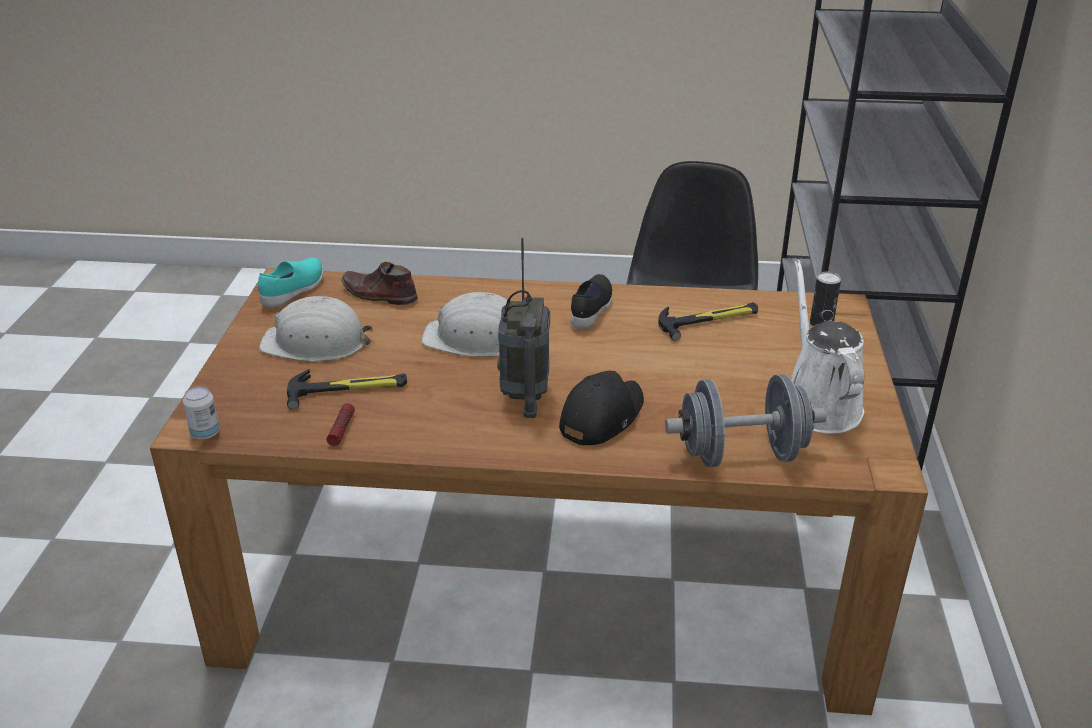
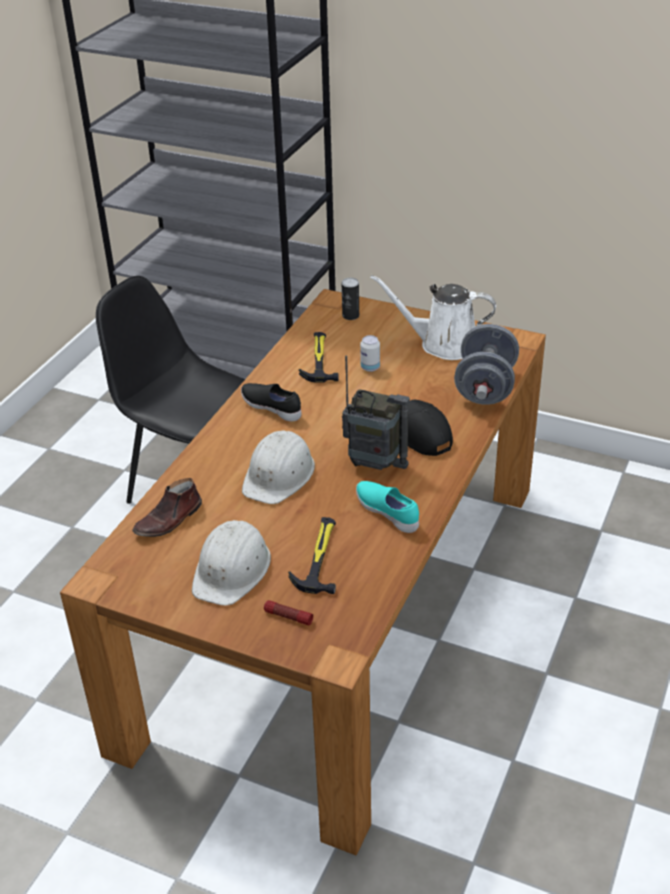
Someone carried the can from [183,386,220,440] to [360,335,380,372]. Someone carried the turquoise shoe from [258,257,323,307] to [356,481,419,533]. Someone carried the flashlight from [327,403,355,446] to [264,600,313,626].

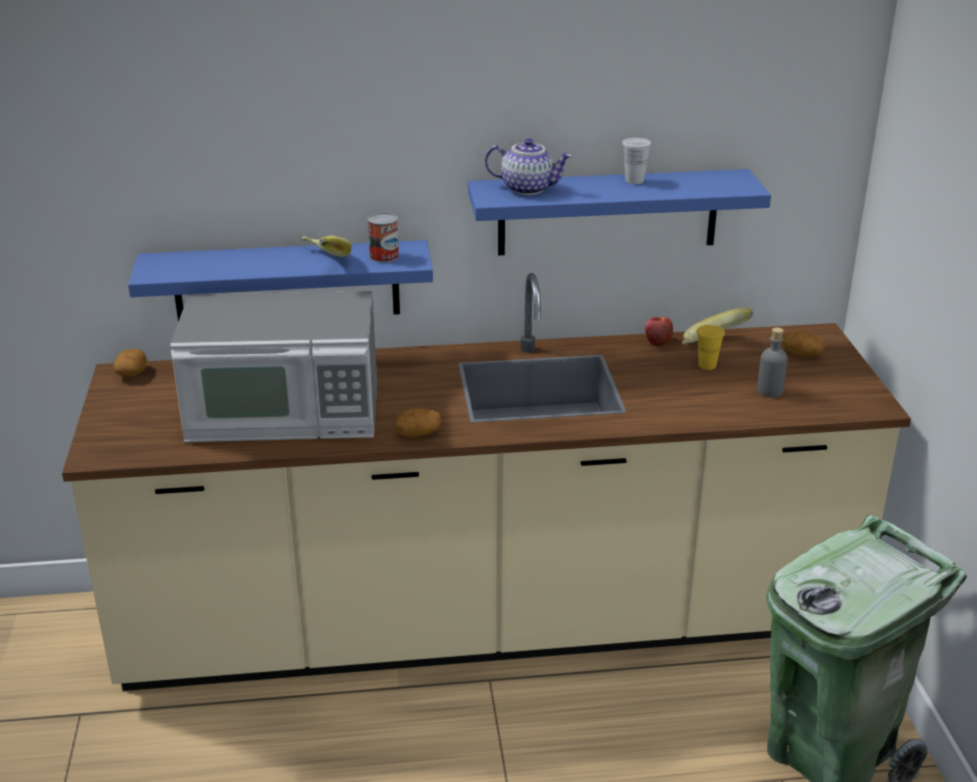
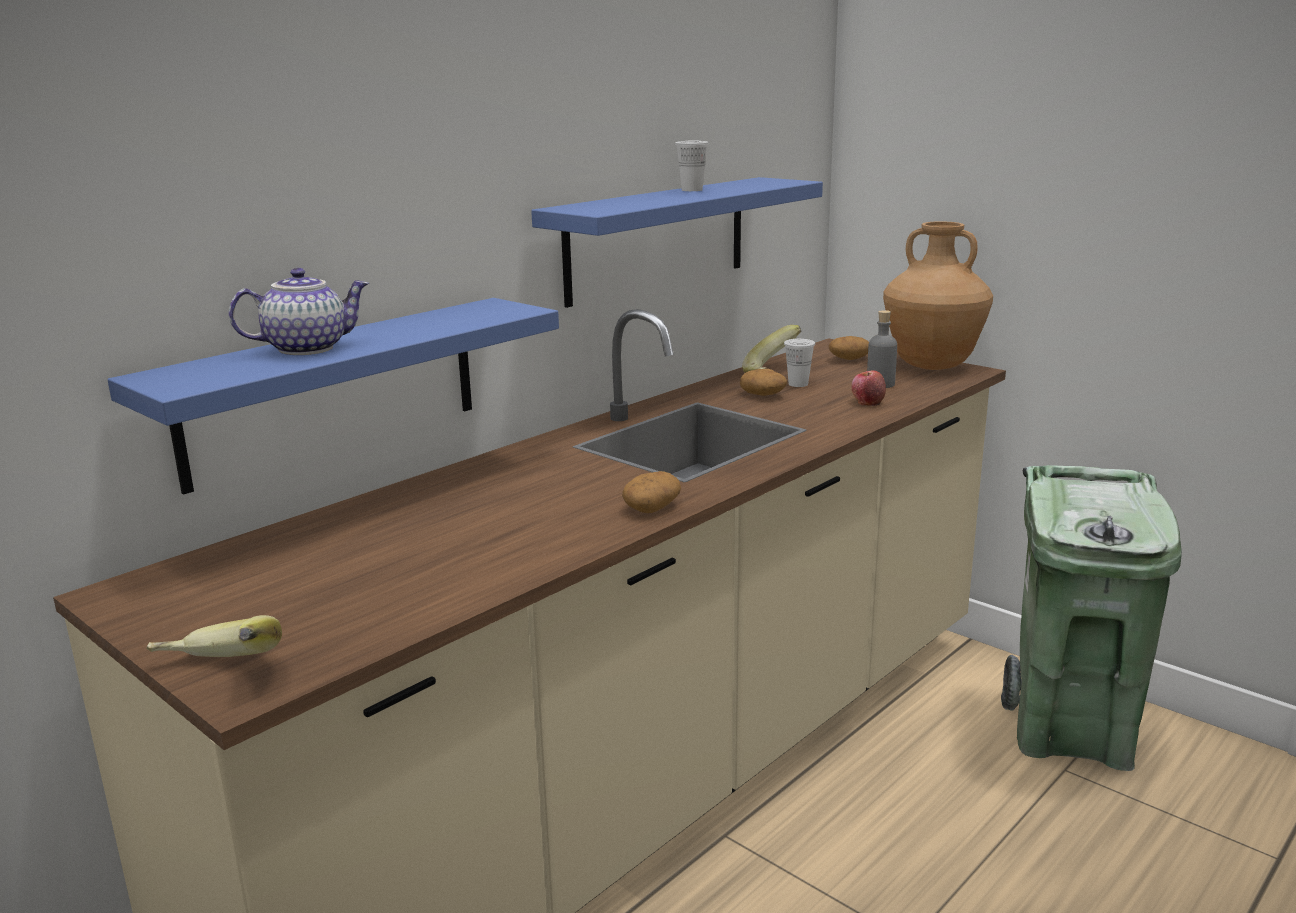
Someone carried the potato from [114,349,147,377] to [740,369,787,396]. Someone took away the microwave at [170,291,377,442]. Someone carried the banana from [302,236,352,257] to [146,615,282,657]. Someone took away the can at [367,212,399,263]. Someone carried the teapot from [485,138,572,195] to [229,268,369,355]. Someone carried the apple from [645,317,673,347] to [851,370,886,406]. Someone repainted the yellow cup at [696,325,725,370], which became the white cup at [784,339,815,387]. Someone put down the brown vase at [883,221,993,370].

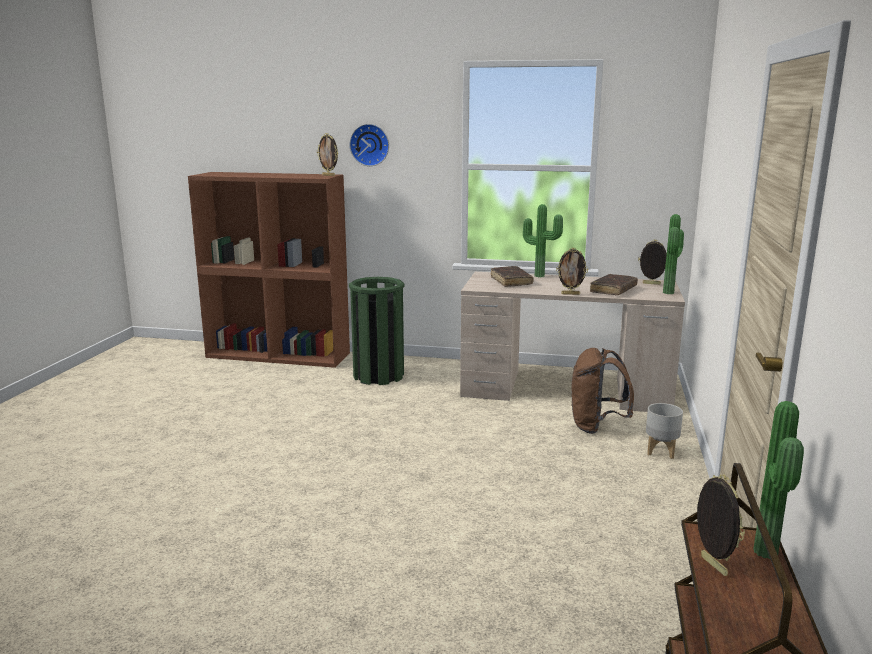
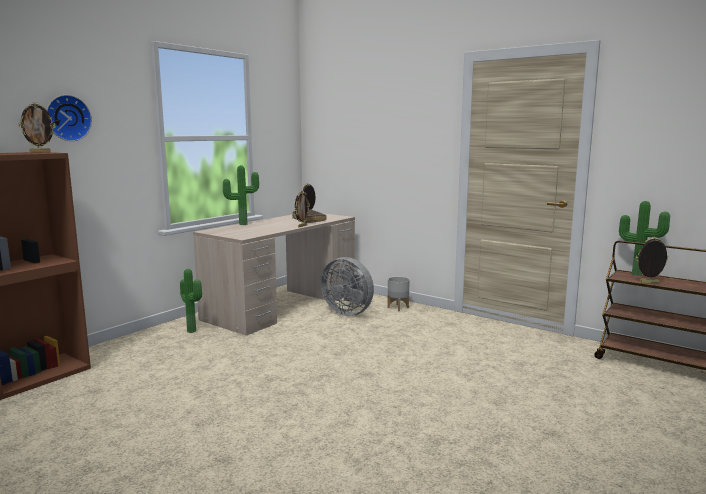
Someone took away the green trash can at [349,277,405,385]. Someone took away the brown book at [491,266,534,287]. Someone swapped the brown backpack at [571,348,634,434] for the grey fan at [321,257,374,316]. Someone carried the potted plant from [663,214,684,294] to [180,269,202,333].

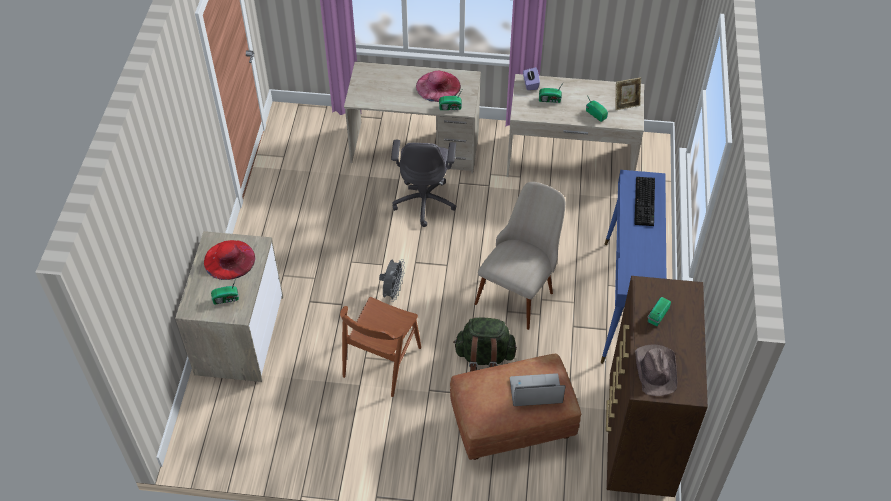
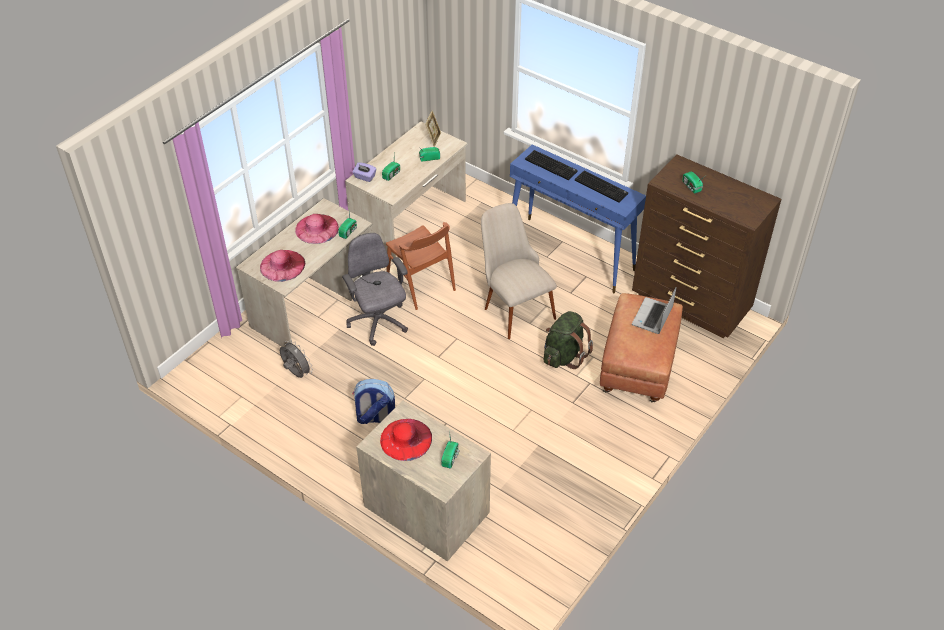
Someone carried the brown chair from [340,297,421,397] to [386,222,456,310]. Someone carried the grey fan from [379,259,405,302] to [280,340,313,378]. Someone rotated the grey office chair at [391,140,456,227] by 150 degrees counterclockwise. Someone took away the brown hat at [635,345,677,396]. Someone put down the pink hat at [260,250,305,282]. Someone put down the backpack at [352,379,395,424]. Someone put down the keyboard at [575,171,628,203].

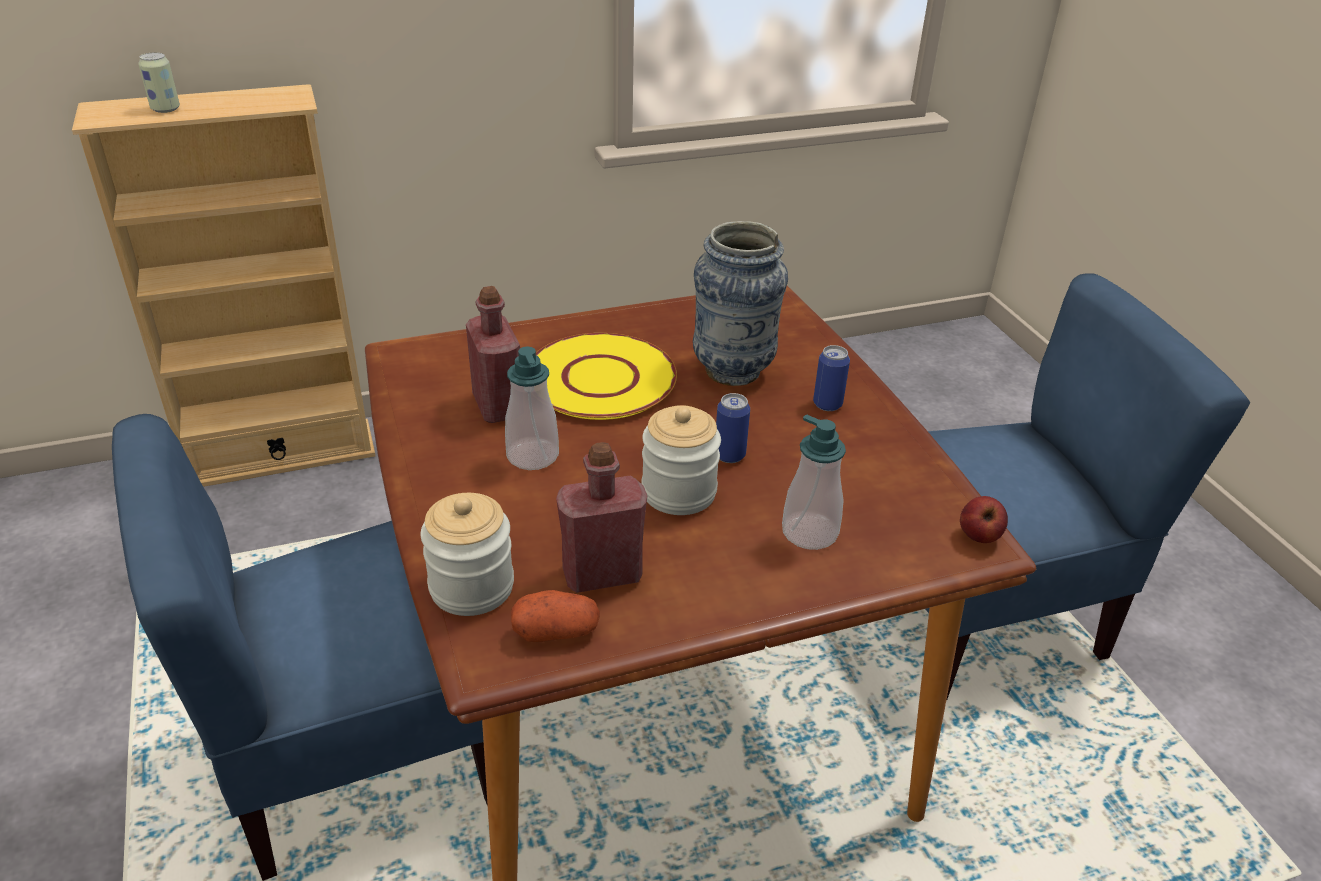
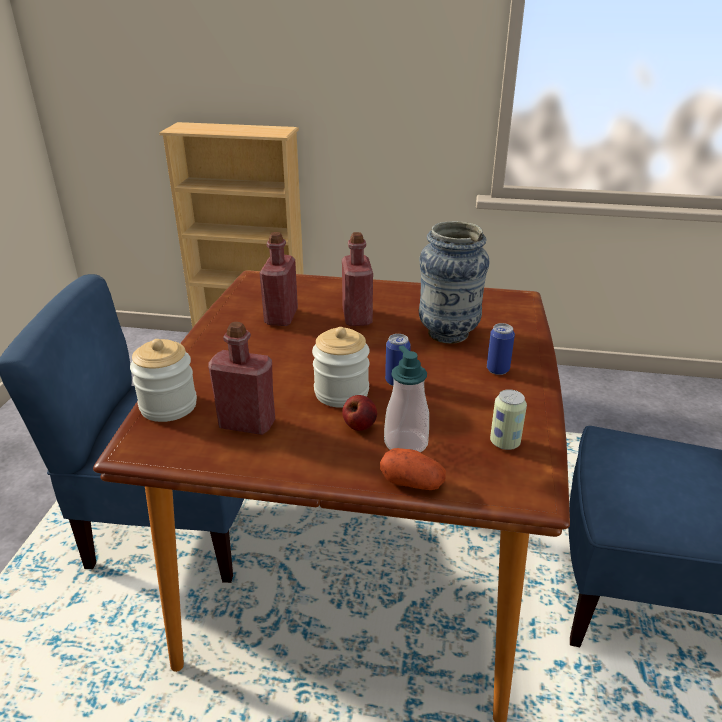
Someone carried the can from [138,52,180,113] to [490,389,527,450]. Someone took away the soap dispenser at [505,347,559,470]. Someone carried the potato from [511,590,600,642] to [380,448,446,490]. Someone swapped the yellow plate at [536,333,677,420] for the red bottle at [342,232,373,326]. Someone carried the apple from [960,496,1008,543] to [342,395,377,431].

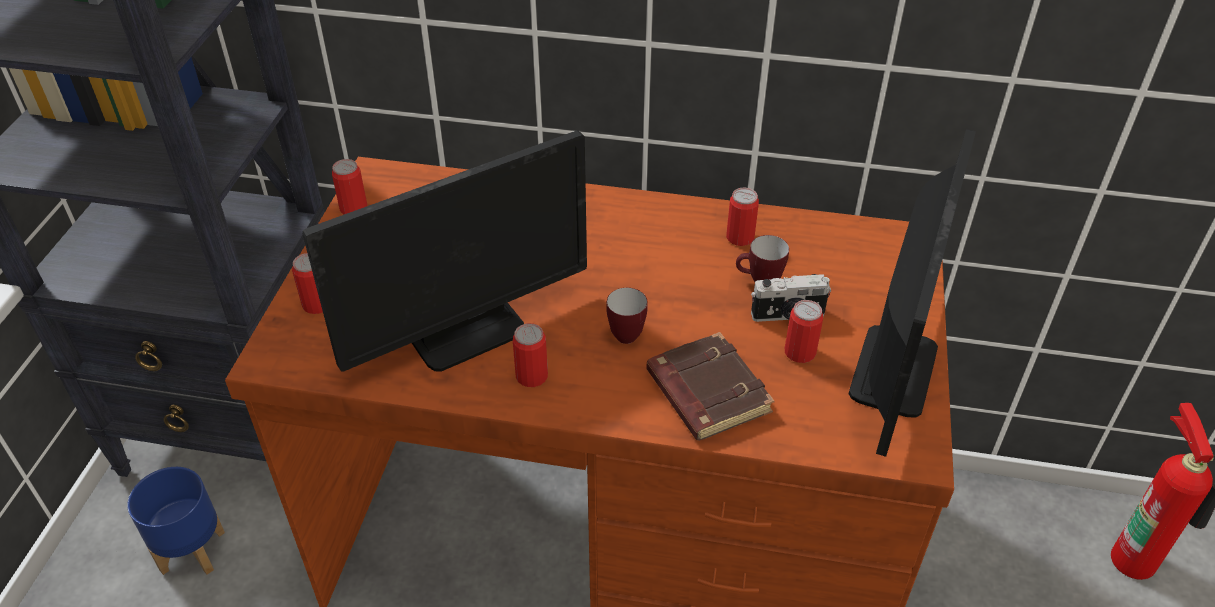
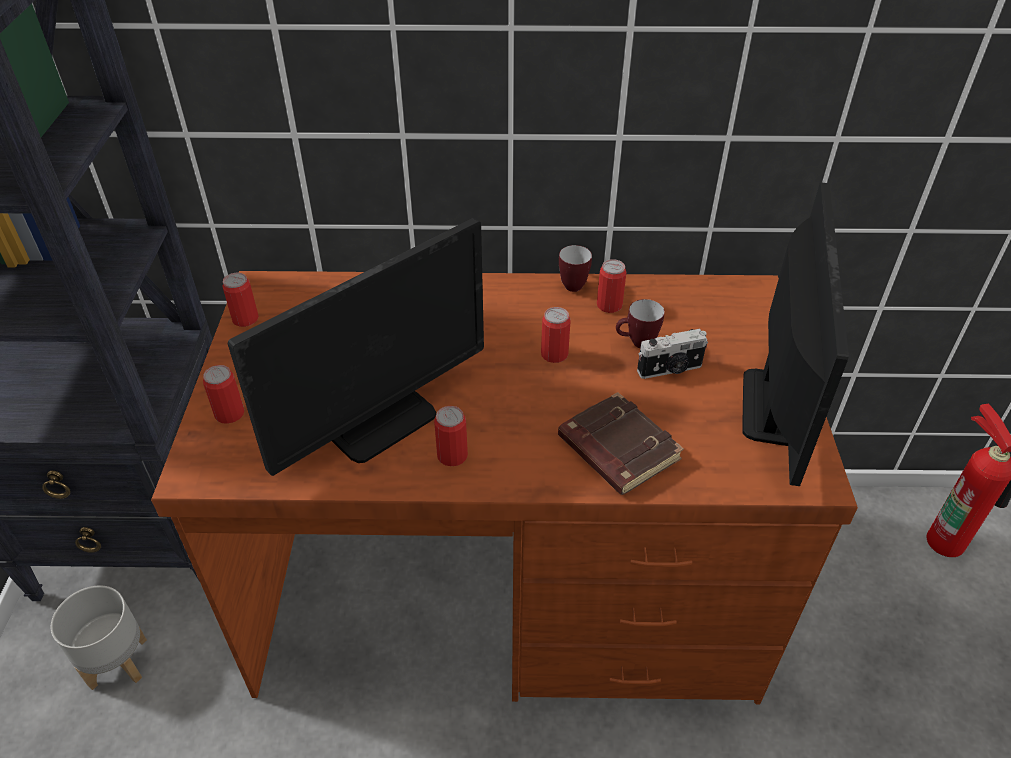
Someone repainted the blue planter at [127,467,225,575], which became the grey planter at [50,585,147,690]. Someone carried the mug from [606,288,648,344] to [559,245,592,292]. Someone carried the can from [785,300,823,363] to [541,307,570,363].

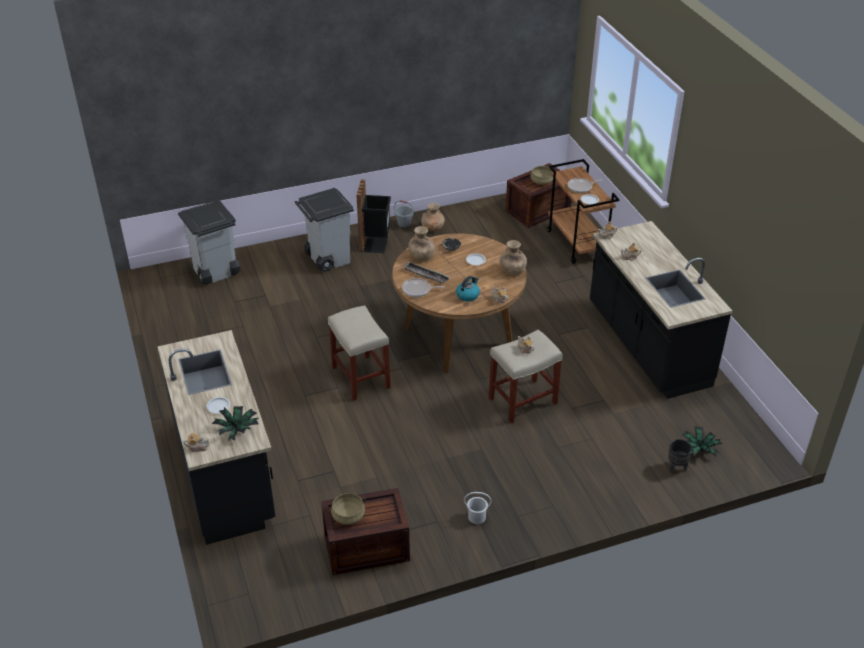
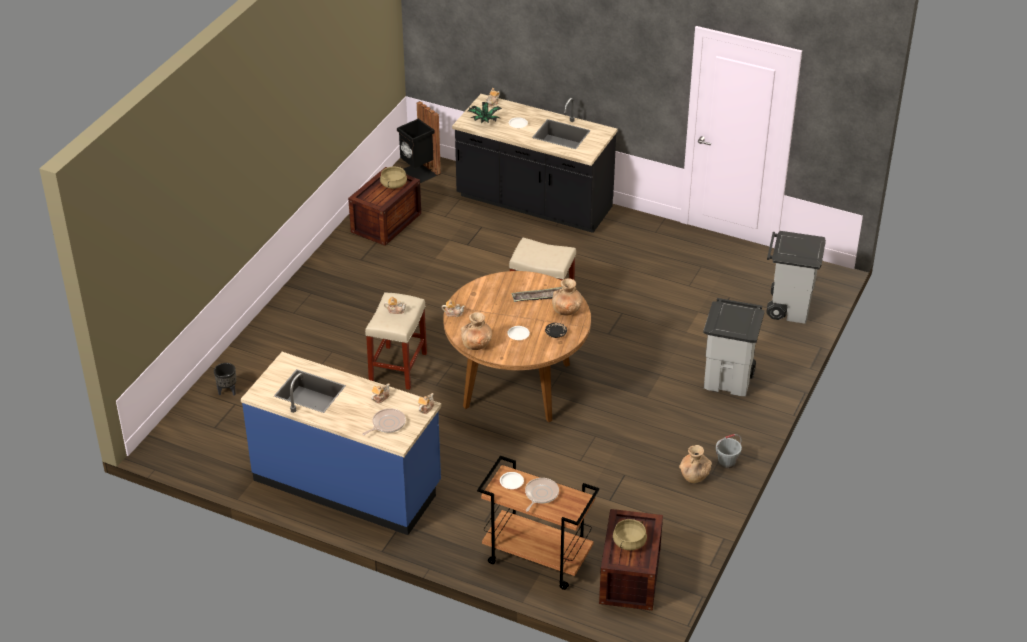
Someone carried the black trash can from [356,179,391,253] to [397,101,441,183]. Someone carried the frying pan from [402,278,445,297] to [362,408,406,435]. Someone took away the kettle at [456,276,480,301]. Someone took away the white bucket at [464,492,491,524]. Someone repainted the black counter at [590,221,732,399], which became the blue counter at [241,352,442,535]. Someone took away the potted plant at [682,426,722,456].

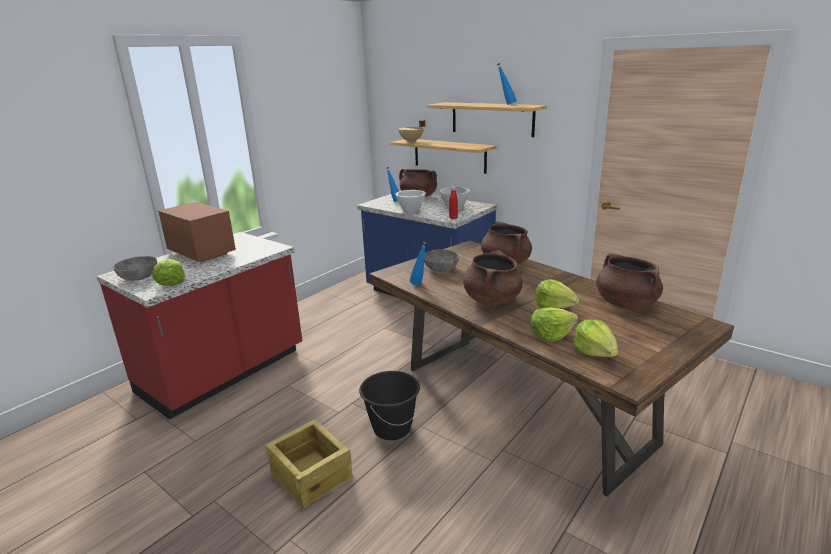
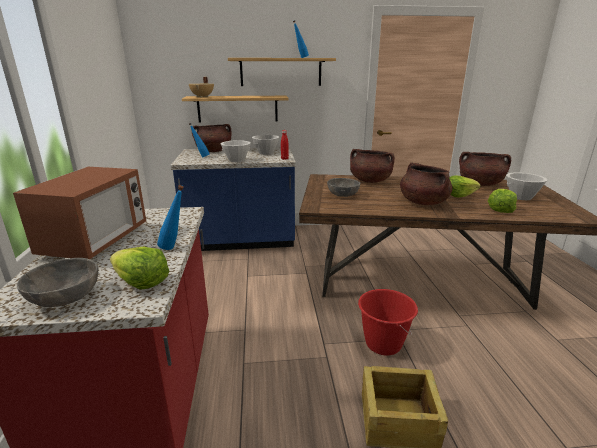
Someone rotated the microwave at [158,202,236,262] by 105 degrees clockwise. Someone repainted the black bucket at [359,371,420,440], which became the red bucket at [358,289,418,356]. Someone carried the blue bottle from [410,242,426,285] to [157,185,183,250]. Someone took away the lettuce at [573,319,618,357]. Someone put down the white bowl at [506,172,547,200].

